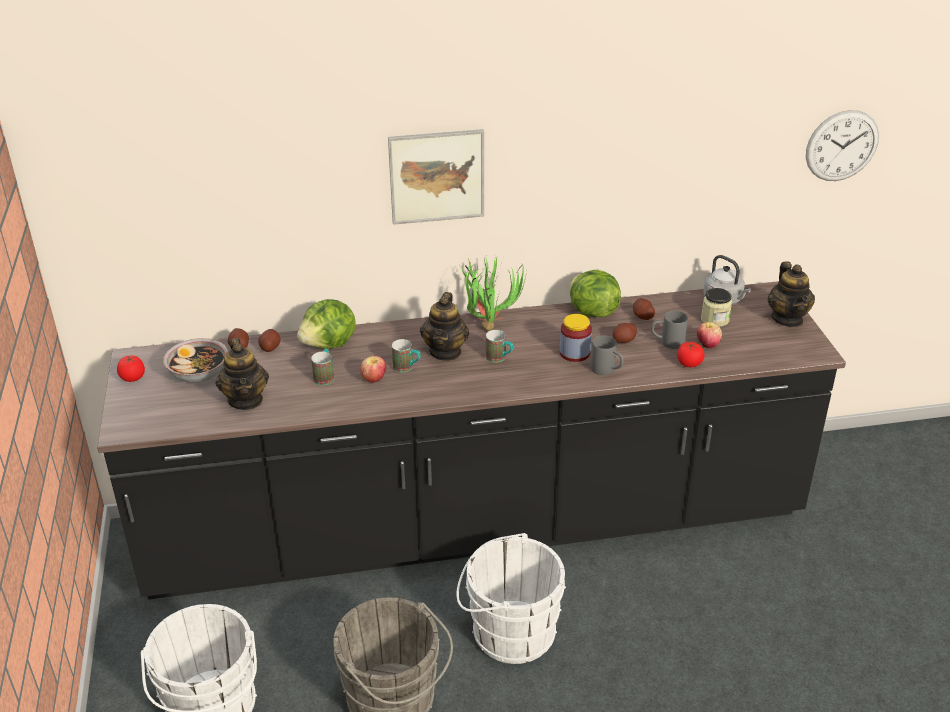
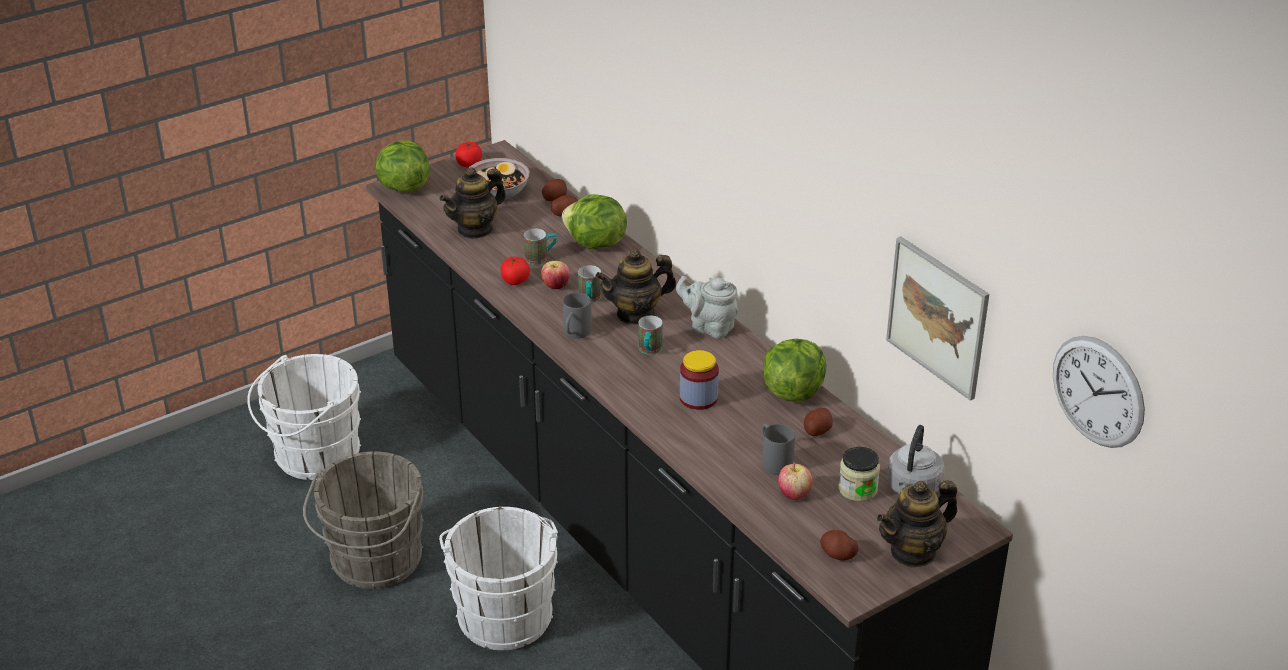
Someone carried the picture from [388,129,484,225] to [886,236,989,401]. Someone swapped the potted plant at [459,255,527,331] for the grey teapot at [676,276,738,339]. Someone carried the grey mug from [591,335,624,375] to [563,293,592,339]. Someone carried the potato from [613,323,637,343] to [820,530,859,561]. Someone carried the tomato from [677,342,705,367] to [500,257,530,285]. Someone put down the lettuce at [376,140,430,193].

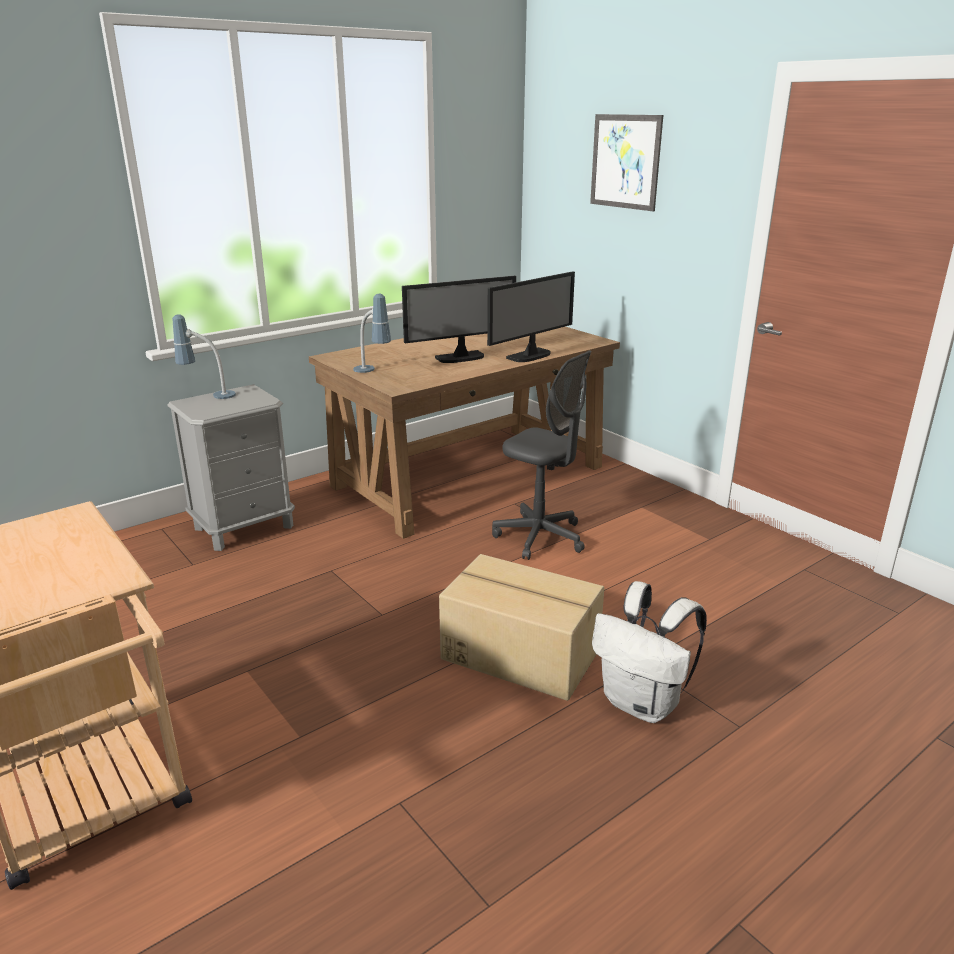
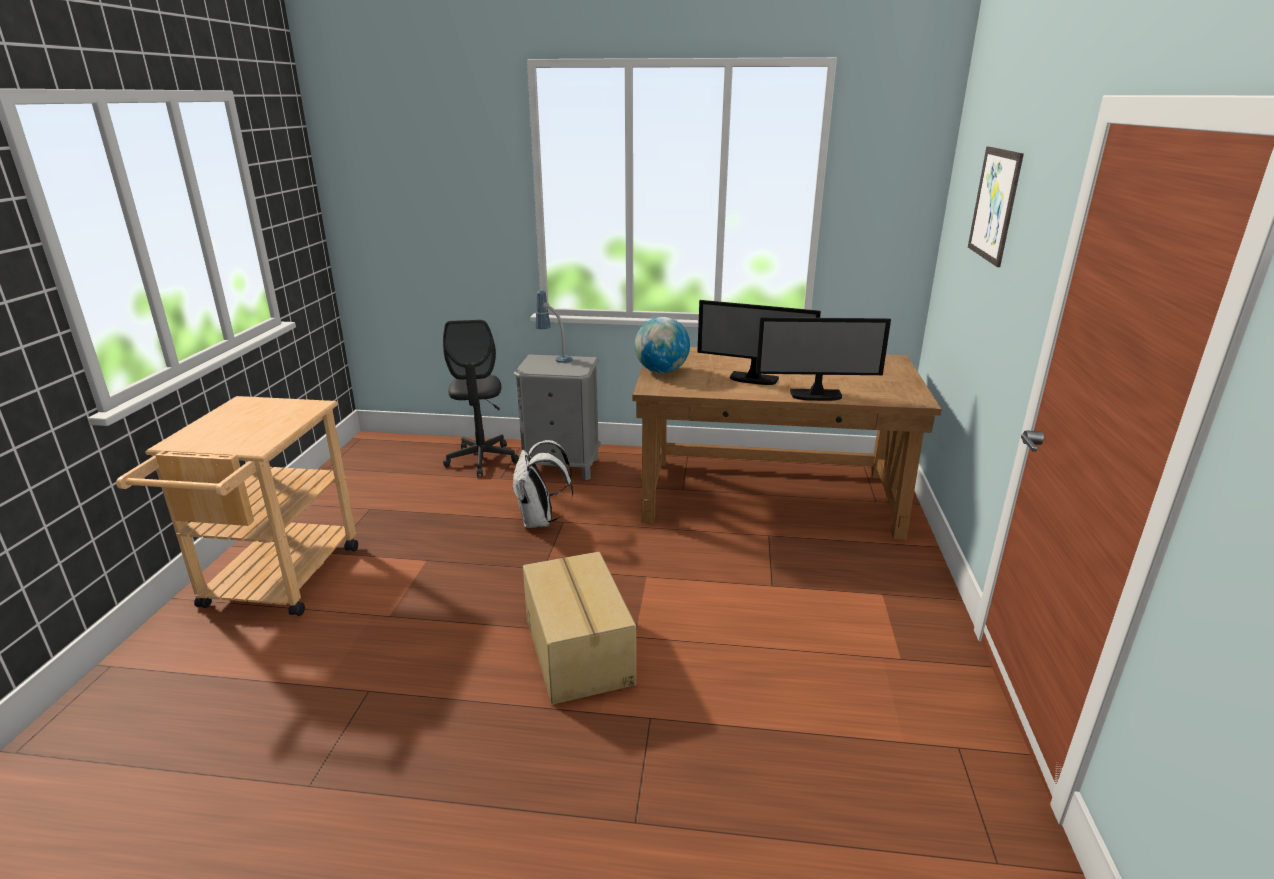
Someone swapped the table lamp at [353,294,391,373] for the globe at [635,317,690,373]. Someone carried the grey office chair from [492,350,591,560] to [443,320,519,477]. Someone carried the white backpack from [592,581,707,723] to [512,440,573,528].

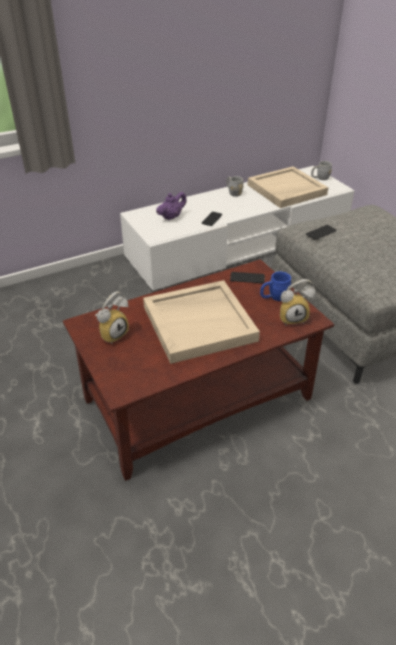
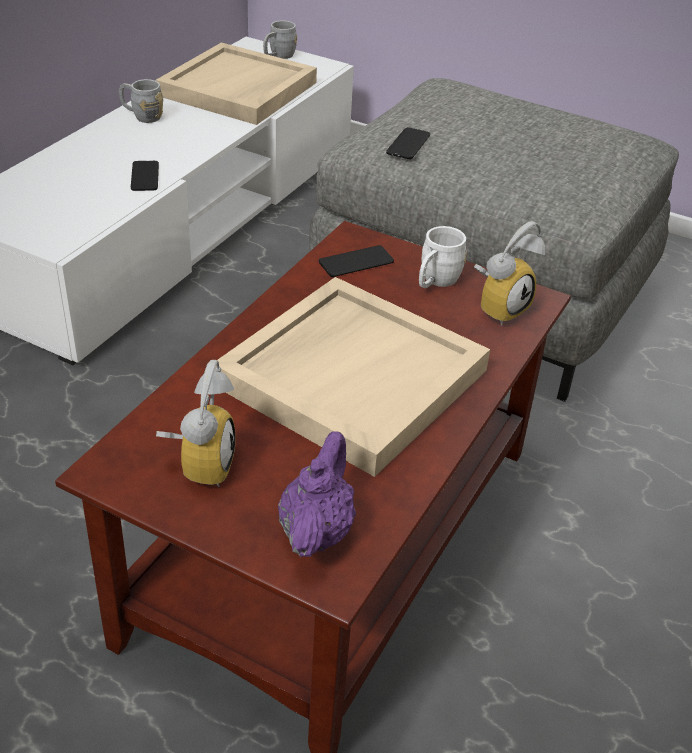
Someone carried the purple teapot from [156,192,187,220] to [278,431,356,557]. Someone repainted the blue mug at [260,272,292,301], which became the white mug at [419,226,467,288].

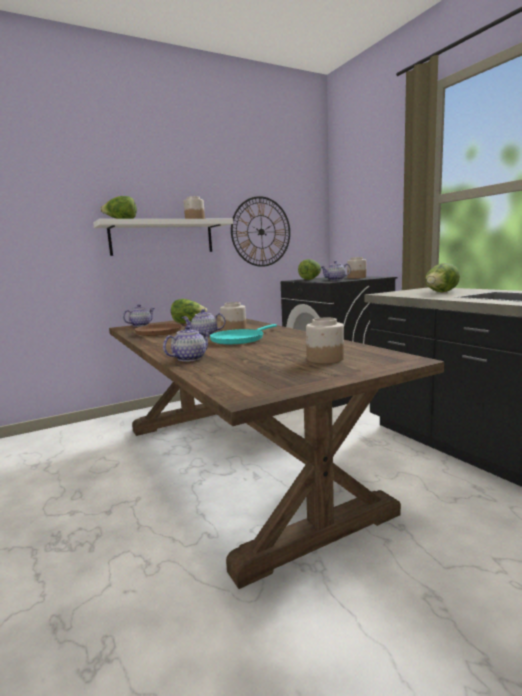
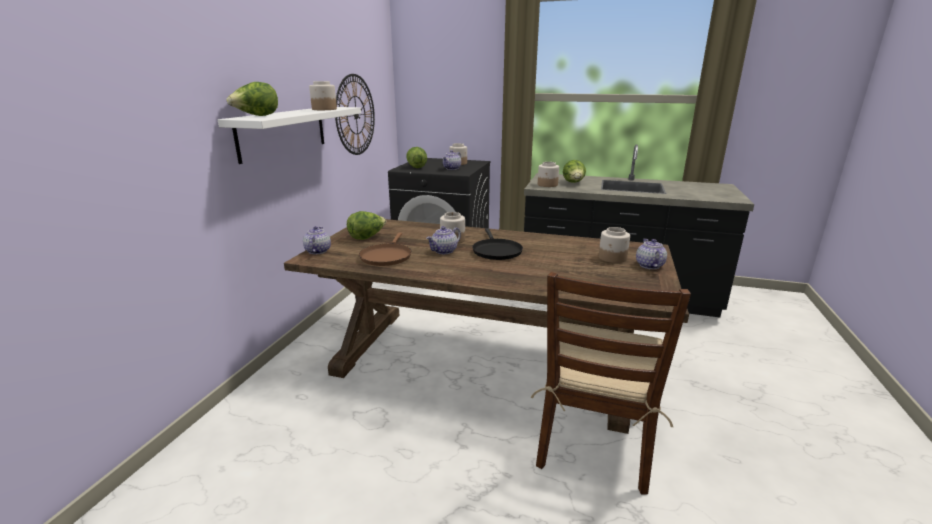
Someone carried the teapot from [163,326,211,362] to [636,239,667,269]. Someone repainted the turquoise frying pan at [209,324,277,344], which became the black frying pan at [472,228,523,260]. Someone put down the brown chair at [531,272,691,495]. Someone put down the jar at [538,162,559,187].

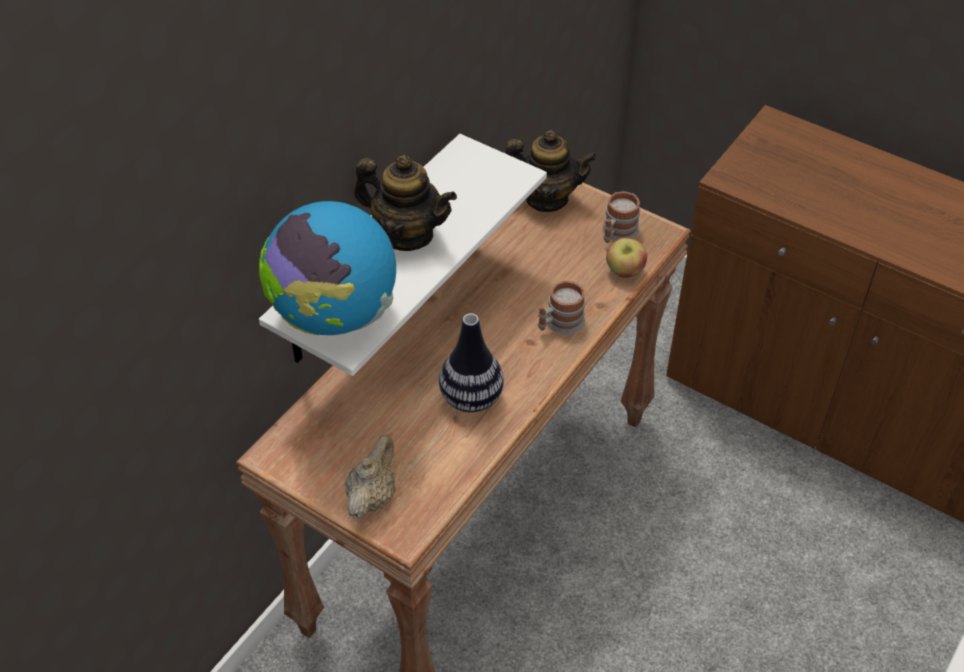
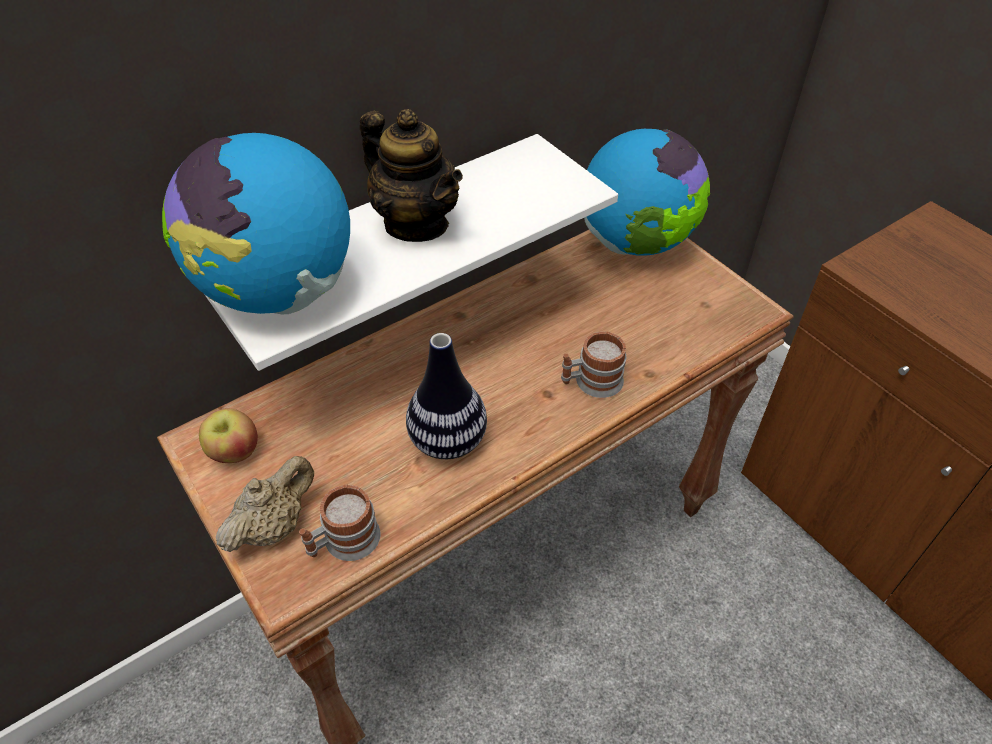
Someone swapped the teapot at [506,130,597,212] for the globe at [585,129,710,256]. Someone carried the mug from [603,191,640,243] to [299,485,380,561]. Someone carried the apple from [606,238,647,278] to [199,408,258,463].

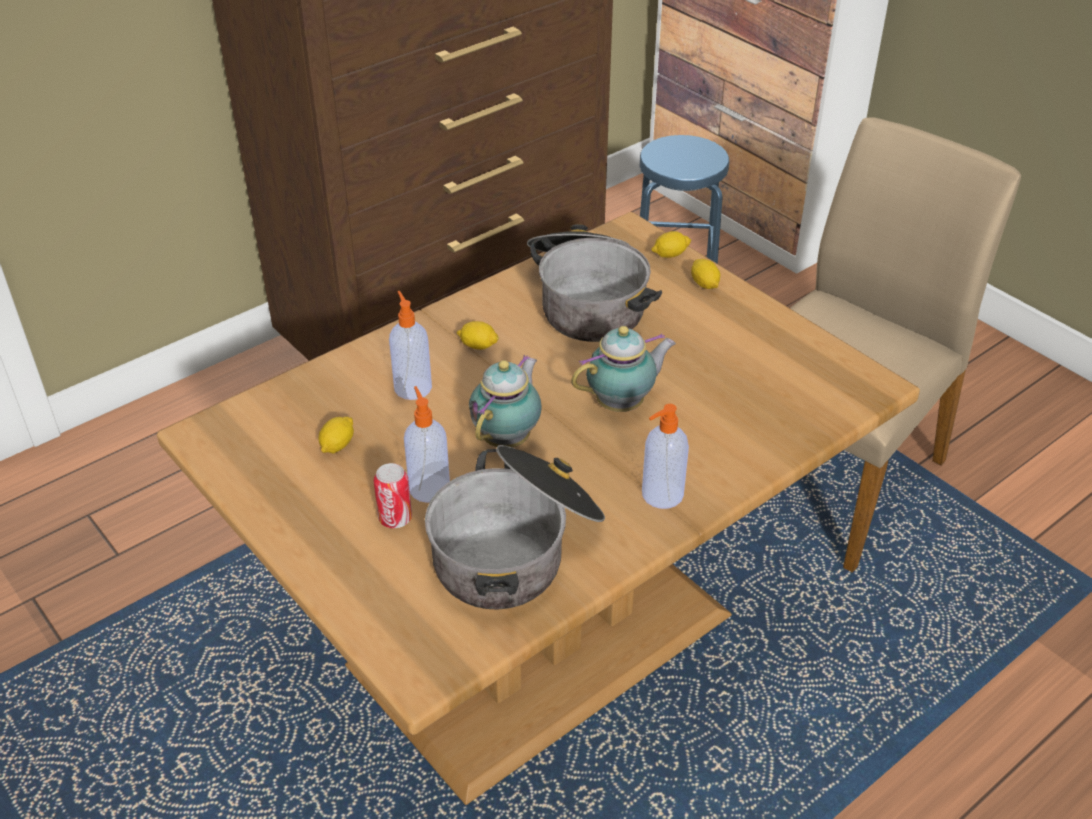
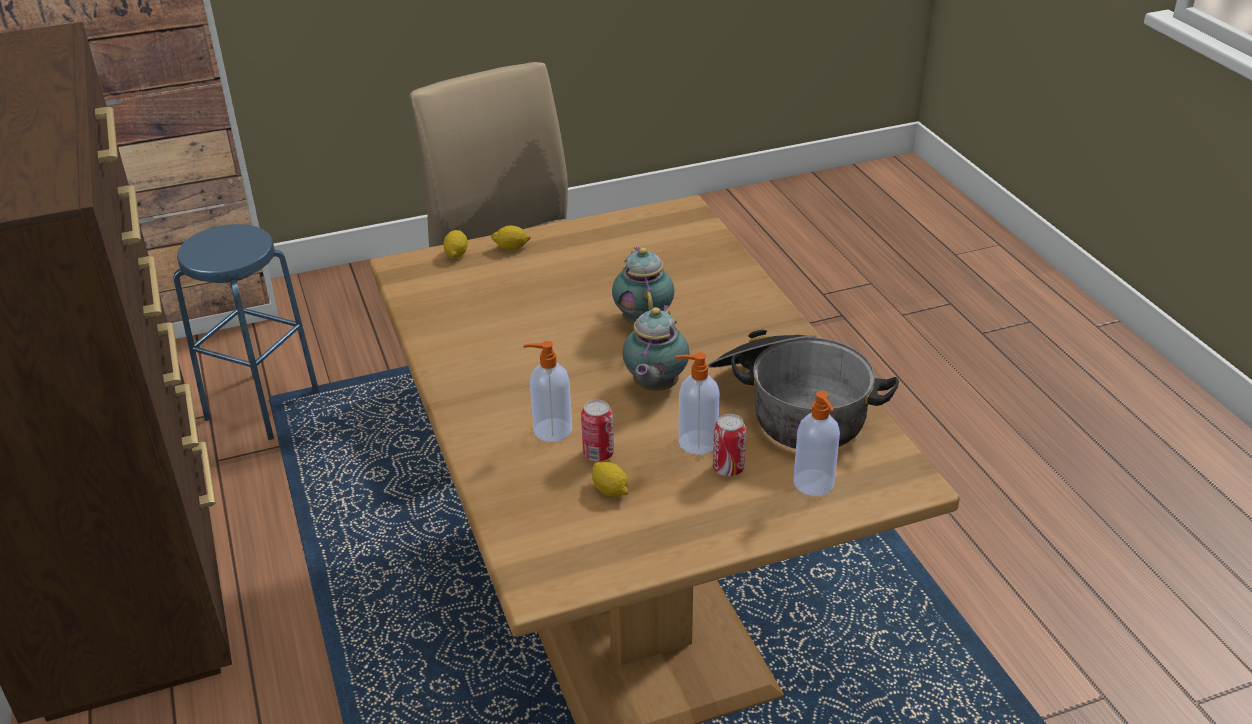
Someone took away the lemon at [456,321,499,350]. Someone rotated the teapot at [469,355,542,447] by 120 degrees counterclockwise. Someone took away the cooking pot at [527,224,662,342]. Someone carried the soap dispenser from [642,404,689,509] to [793,391,840,496]. Someone put down the can at [581,400,614,461].

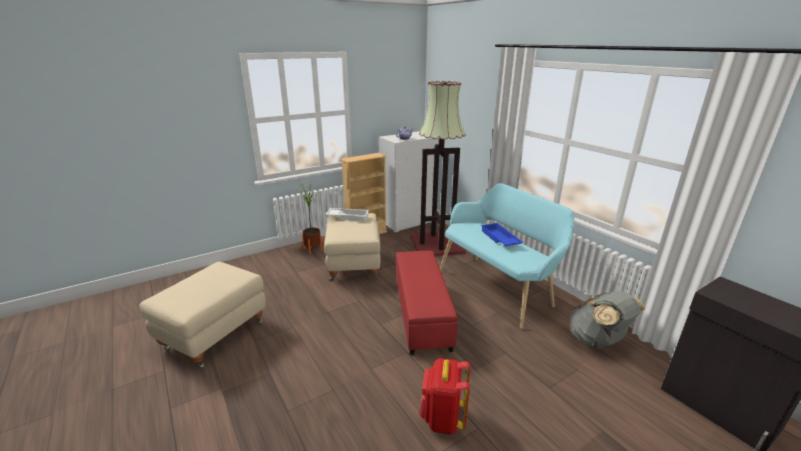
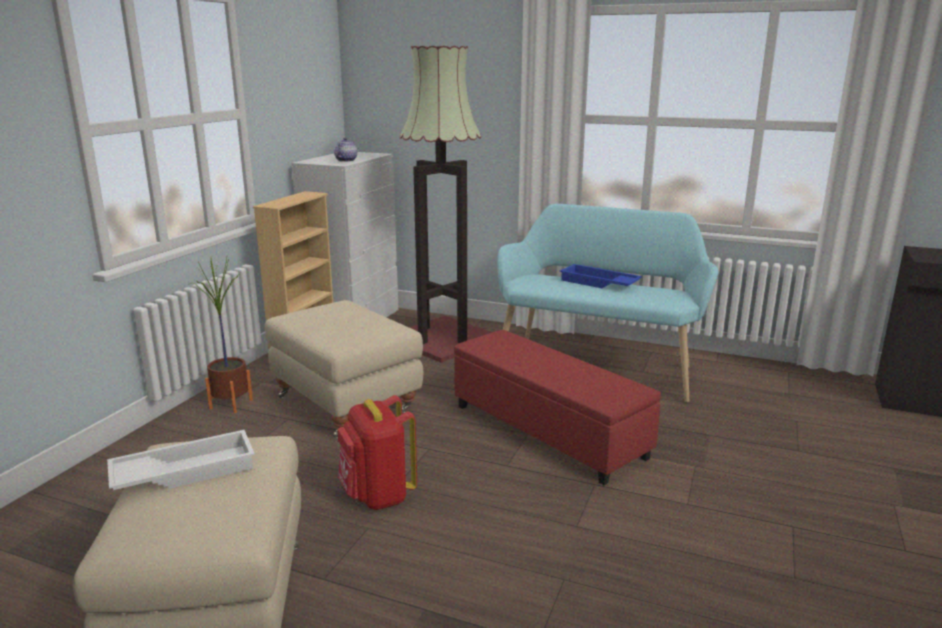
Someone carried the white tray from [325,208,369,221] to [107,430,255,490]. Someone carried the red backpack from [419,358,470,434] to [338,395,417,510]. Someone took away the grey backpack at [570,291,645,348].

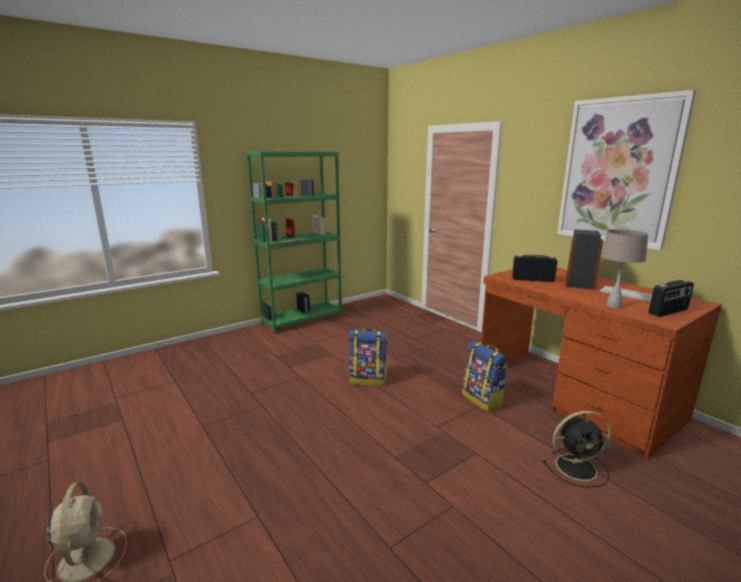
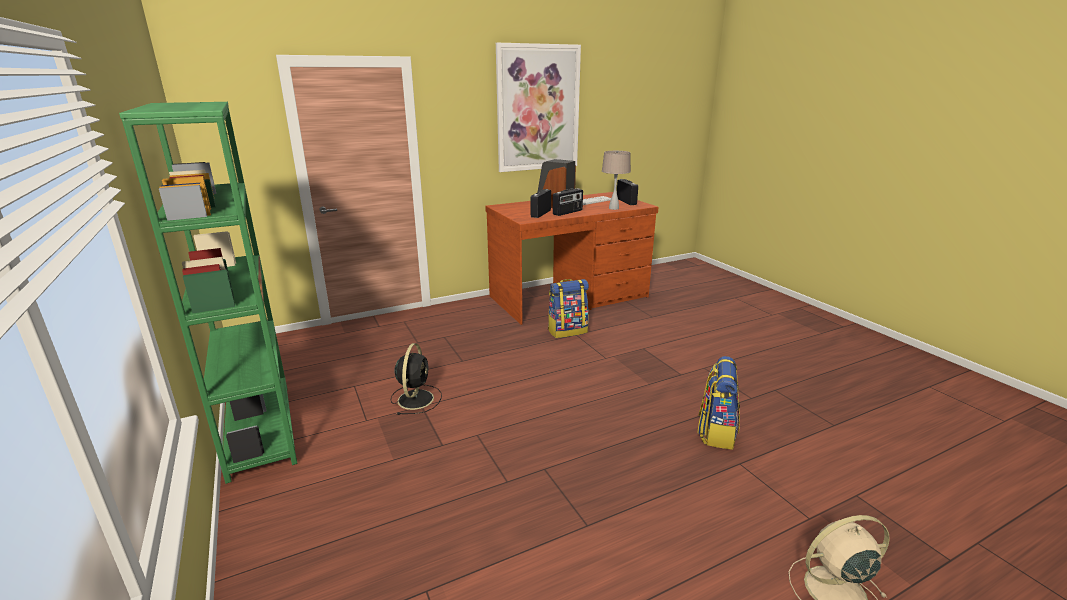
Someone carried the backpack from [348,329,387,386] to [697,356,740,450]. Someone carried the black fan from [543,411,611,487] to [391,343,442,415]. Someone put down the radio at [553,188,583,216].

